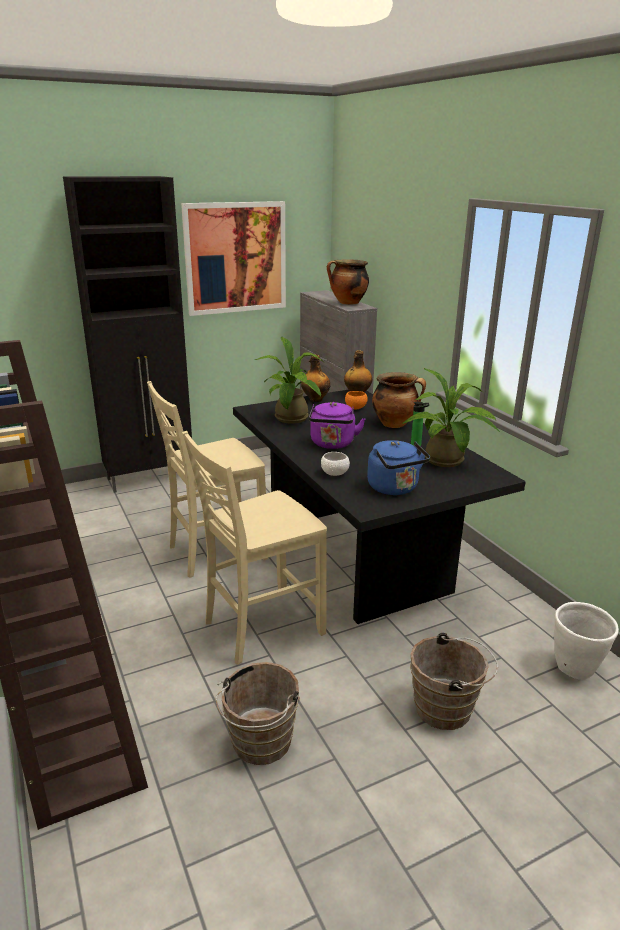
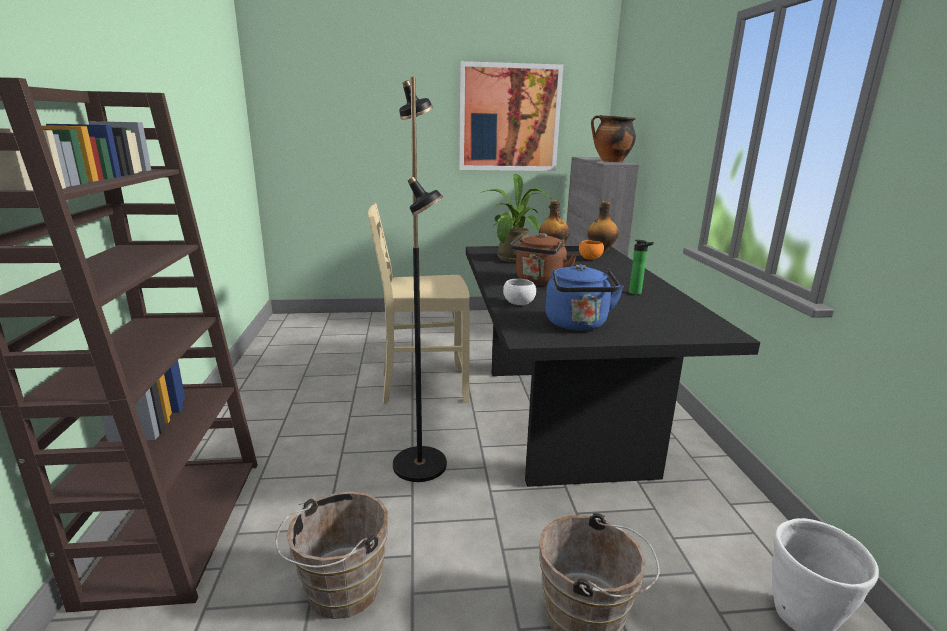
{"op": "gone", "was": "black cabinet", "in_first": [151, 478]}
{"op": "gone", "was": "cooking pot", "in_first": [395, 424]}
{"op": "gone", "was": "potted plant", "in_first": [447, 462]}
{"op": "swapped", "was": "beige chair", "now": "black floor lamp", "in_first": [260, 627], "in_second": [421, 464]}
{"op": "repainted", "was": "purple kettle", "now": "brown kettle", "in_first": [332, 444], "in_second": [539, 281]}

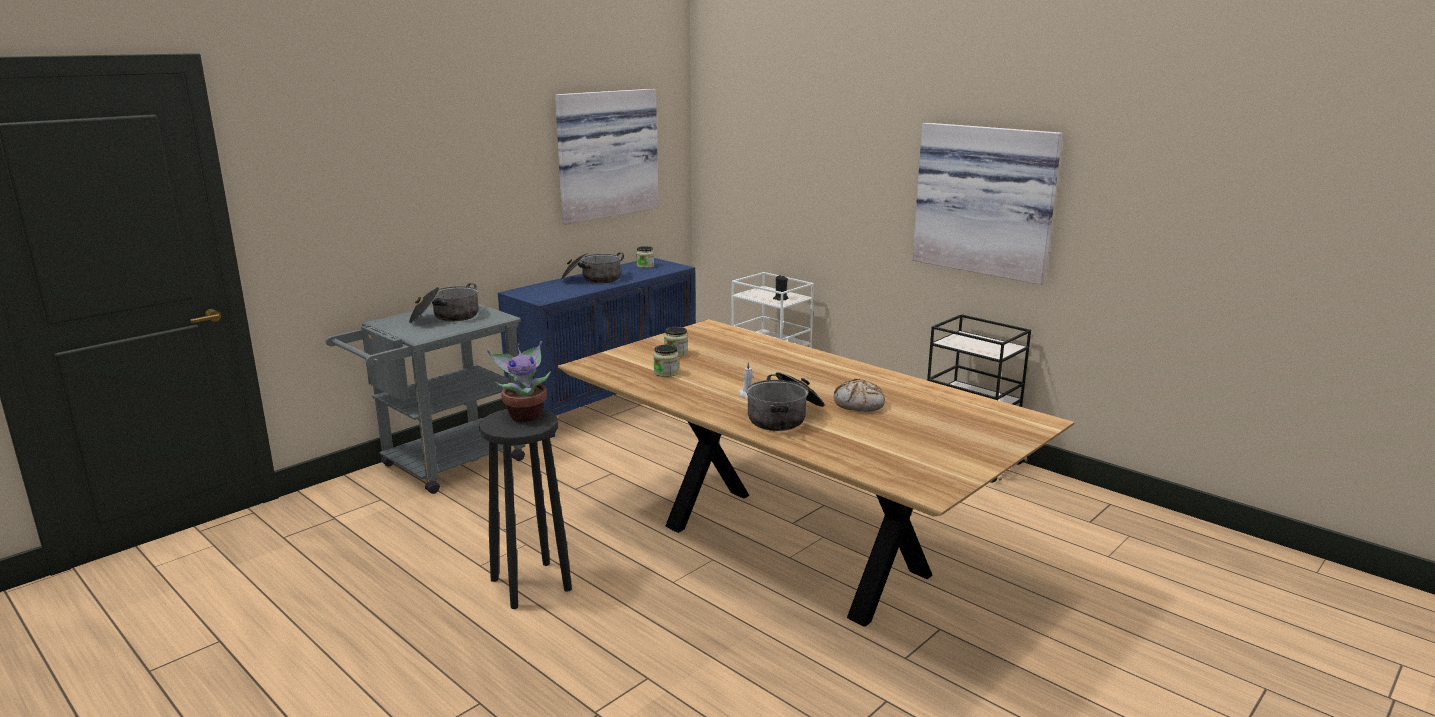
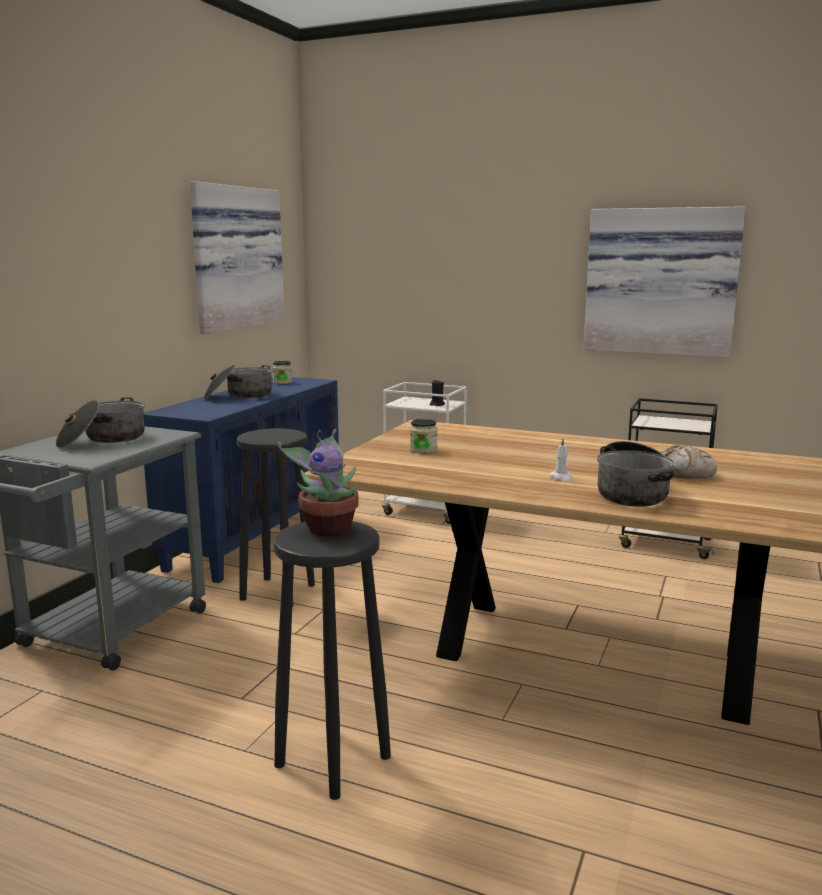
{"op": "gone", "was": "jar", "in_first": [666, 373]}
{"op": "new", "now": "black stool", "in_second": [278, 591]}

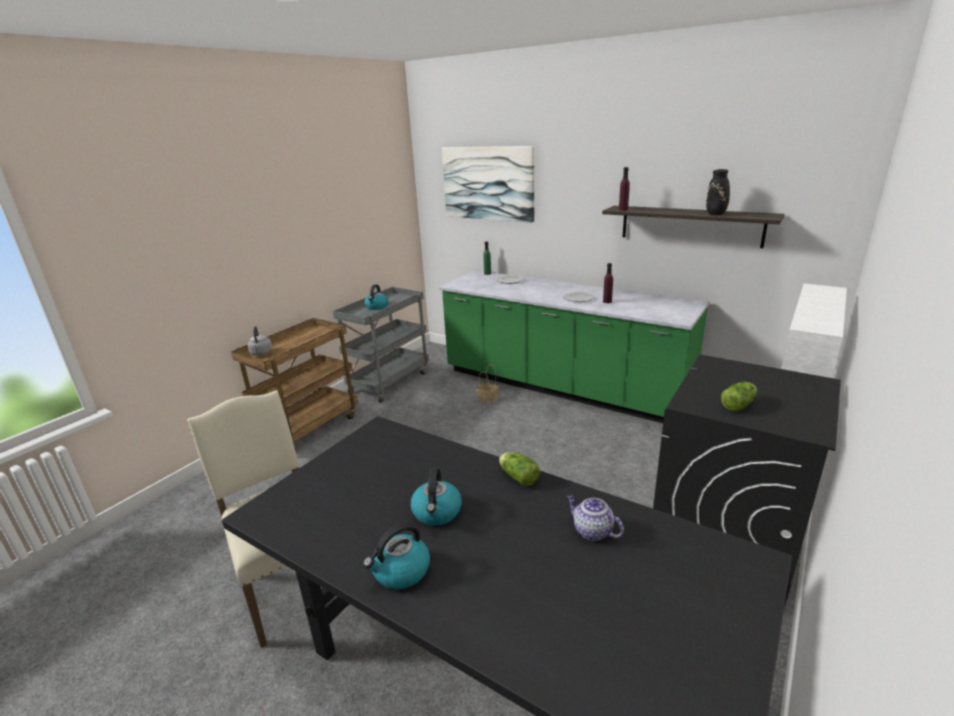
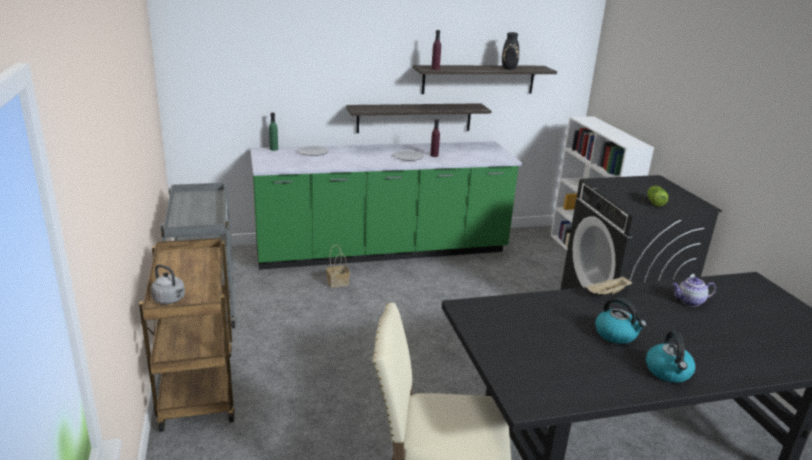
{"op": "gone", "was": "kettle", "in_first": [377, 307]}
{"op": "gone", "was": "picture", "in_first": [488, 183]}
{"op": "new", "now": "shelf", "in_second": [414, 118]}
{"op": "swapped", "was": "lettuce", "now": "beige tray", "in_first": [517, 476], "in_second": [607, 293]}

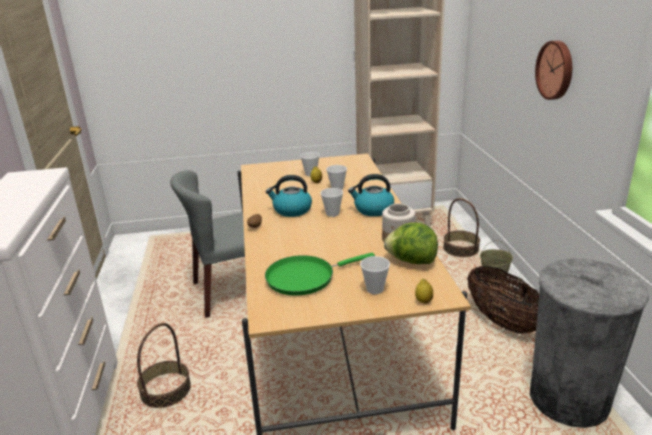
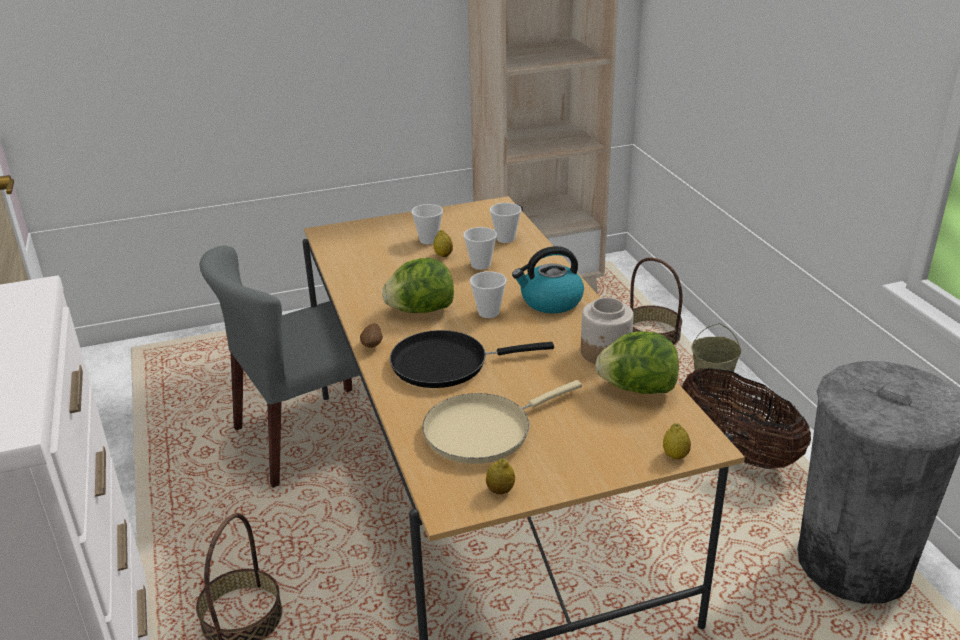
{"op": "gone", "was": "wall clock", "in_first": [556, 70]}
{"op": "new", "now": "black frying pan", "in_second": [446, 364]}
{"op": "new", "now": "lemon", "in_second": [500, 490]}
{"op": "shifted", "was": "cup", "in_first": [375, 289], "in_second": [505, 239]}
{"op": "swapped", "was": "kettle", "now": "lettuce", "in_first": [291, 210], "in_second": [421, 310]}
{"op": "repainted", "was": "green frying pan", "now": "beige frying pan", "in_first": [305, 278], "in_second": [484, 431]}

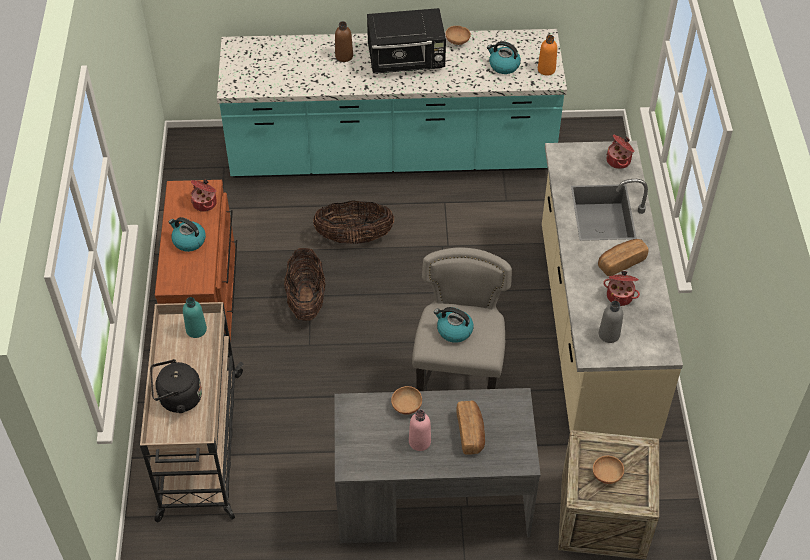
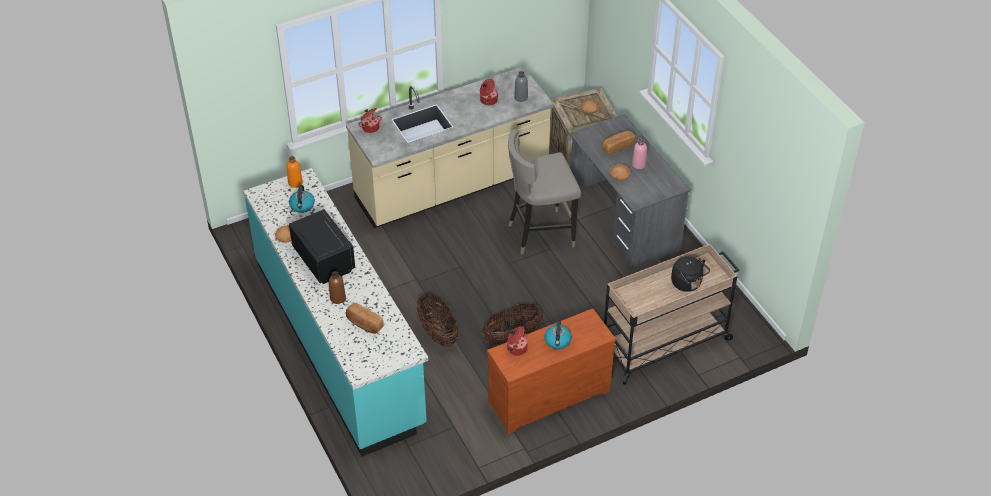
{"op": "gone", "was": "turquoise bottle", "in_first": [196, 330]}
{"op": "gone", "was": "kettle", "in_first": [454, 330]}
{"op": "shifted", "was": "bread", "in_first": [621, 262], "in_second": [364, 324]}

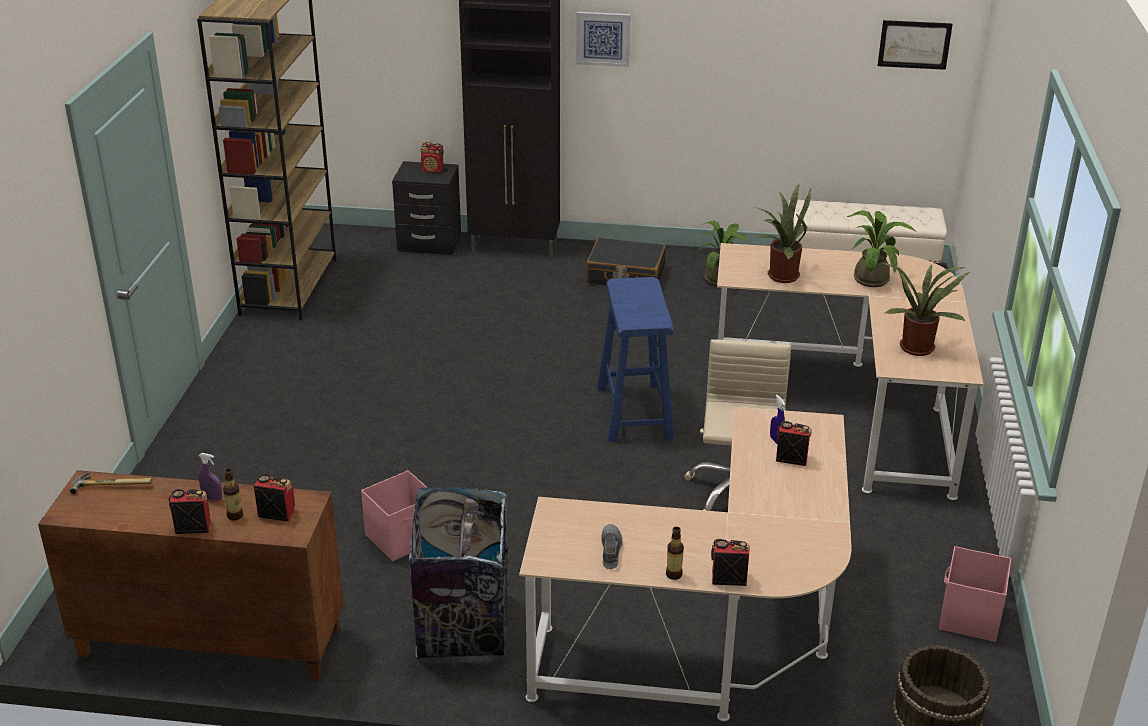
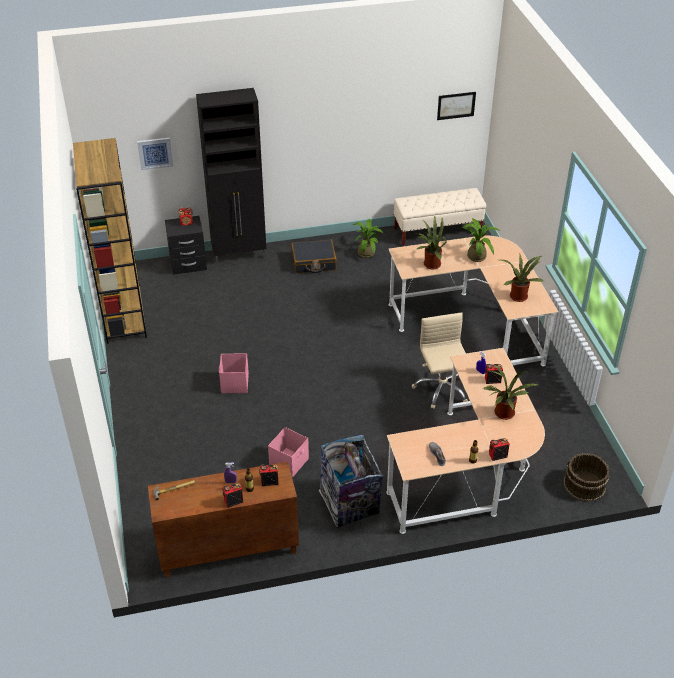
{"op": "gone", "was": "blue stool", "in_first": [634, 412]}
{"op": "new", "now": "potted plant", "in_second": [503, 415]}
{"op": "shifted", "was": "picture", "in_first": [603, 38], "in_second": [155, 153]}
{"op": "shifted", "was": "pink storage box", "in_first": [969, 617], "in_second": [234, 384]}

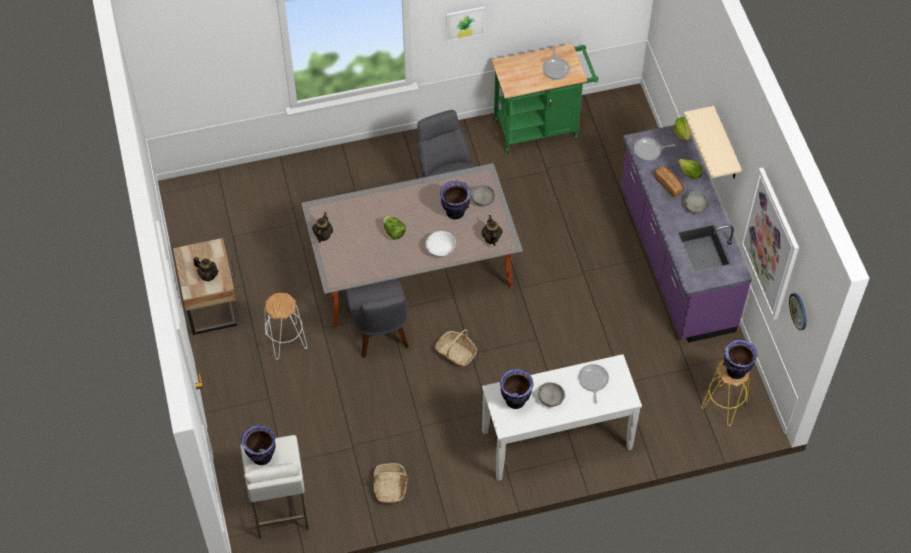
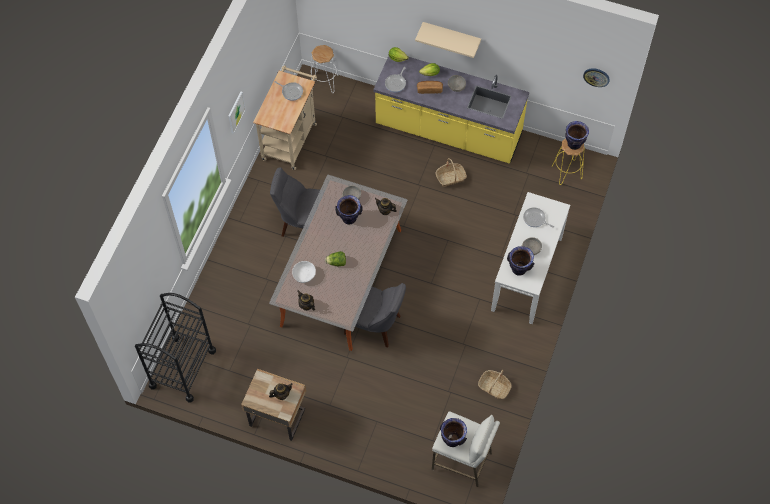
{"op": "gone", "was": "picture", "in_first": [770, 244]}
{"op": "new", "now": "black cart", "in_second": [182, 368]}
{"op": "shifted", "was": "white stool", "in_first": [286, 341], "in_second": [324, 82]}
{"op": "shifted", "was": "white bowl", "in_first": [441, 249], "in_second": [304, 275]}
{"op": "shifted", "was": "basket", "in_first": [456, 353], "in_second": [450, 177]}
{"op": "repainted", "was": "green cart", "now": "beige cart", "in_first": [541, 127], "in_second": [290, 138]}
{"op": "repainted", "was": "purple counter", "now": "yellow counter", "in_first": [674, 260], "in_second": [448, 131]}

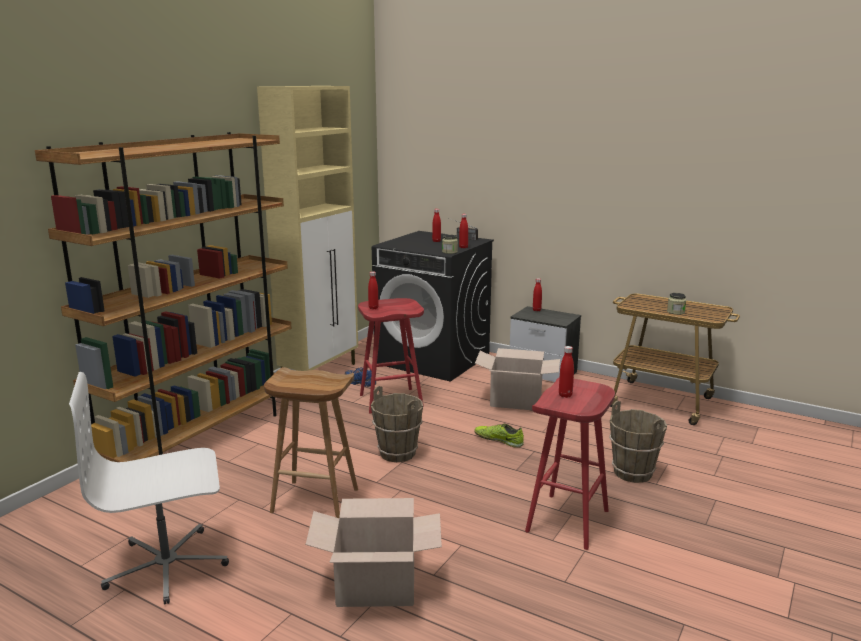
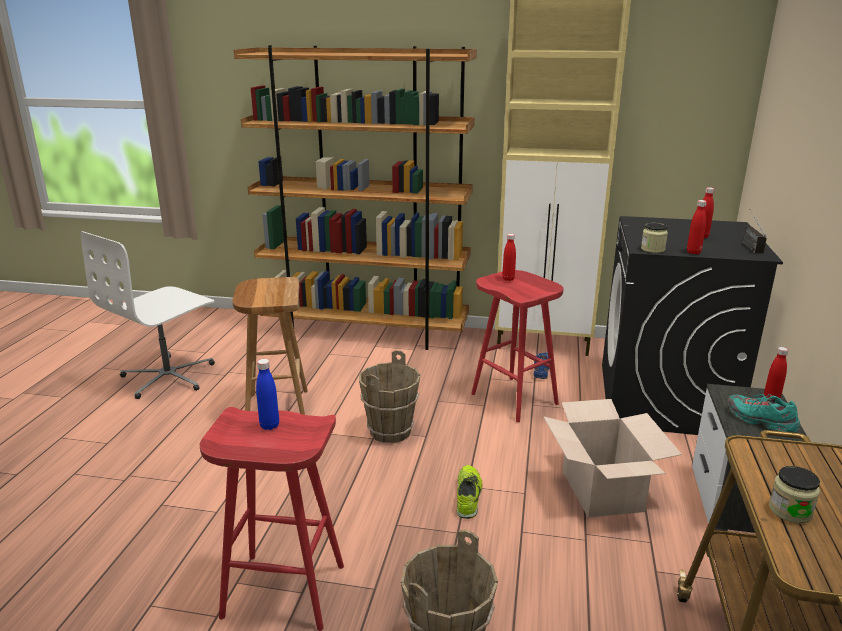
{"op": "gone", "was": "cardboard box", "in_first": [376, 587]}
{"op": "new", "now": "turquoise shoe", "in_second": [760, 421]}
{"op": "repainted", "was": "red bottle", "now": "blue bottle", "in_first": [565, 395], "in_second": [269, 425]}
{"op": "rotated", "was": "white office chair", "in_first": [167, 566], "in_second": [169, 377], "clockwise": -105}

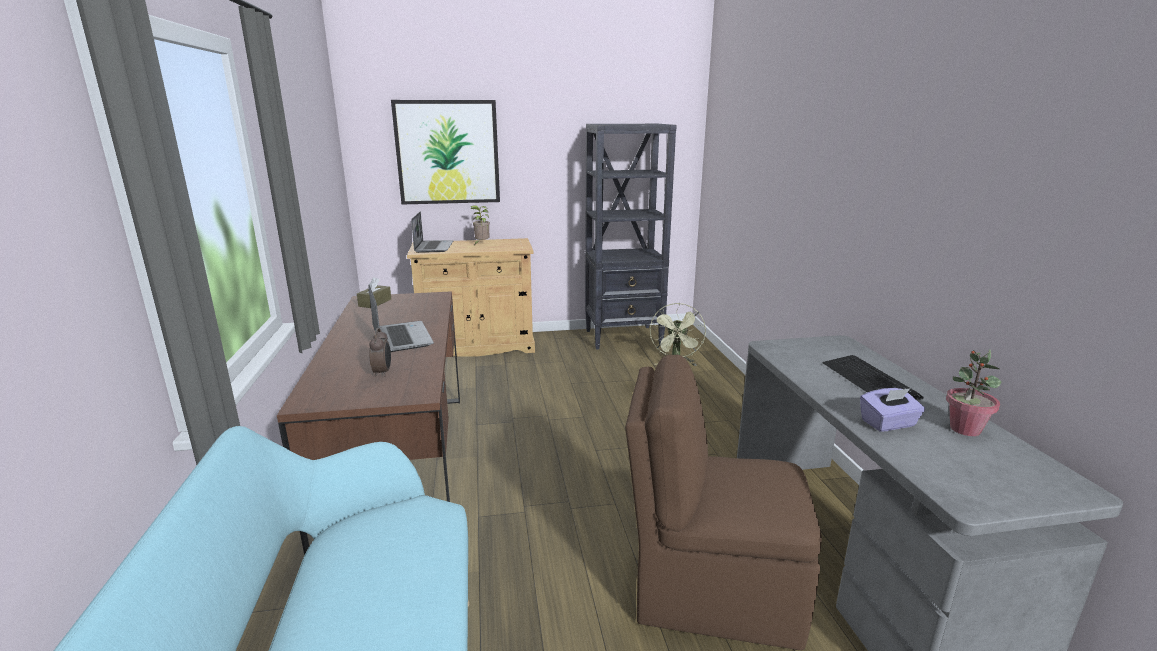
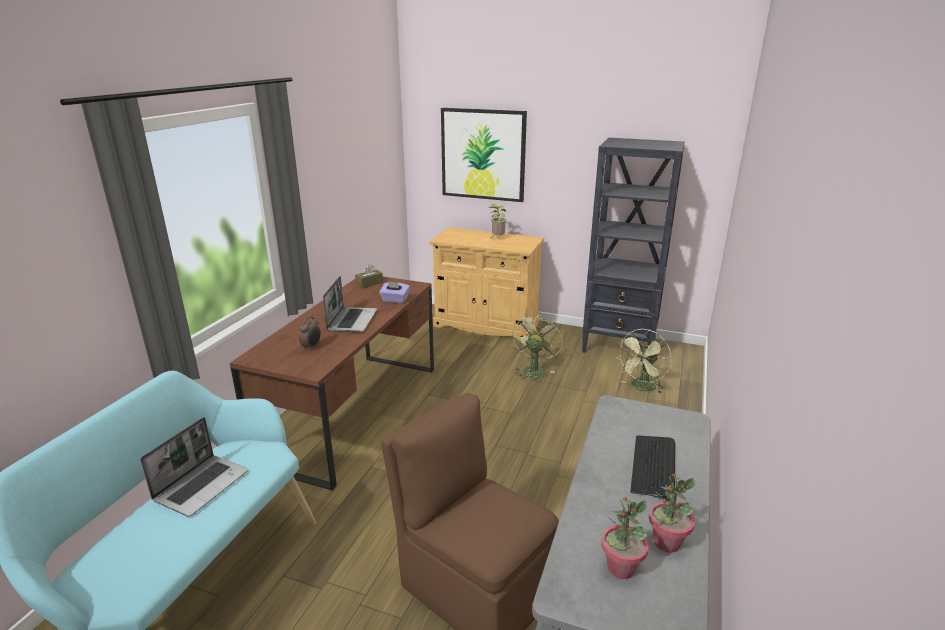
{"op": "new", "now": "green fan", "in_second": [534, 370]}
{"op": "new", "now": "potted plant", "in_second": [620, 568]}
{"op": "shifted", "was": "laptop", "in_first": [433, 247], "in_second": [202, 485]}
{"op": "shifted", "was": "purple tissue box", "in_first": [888, 424], "in_second": [395, 300]}

